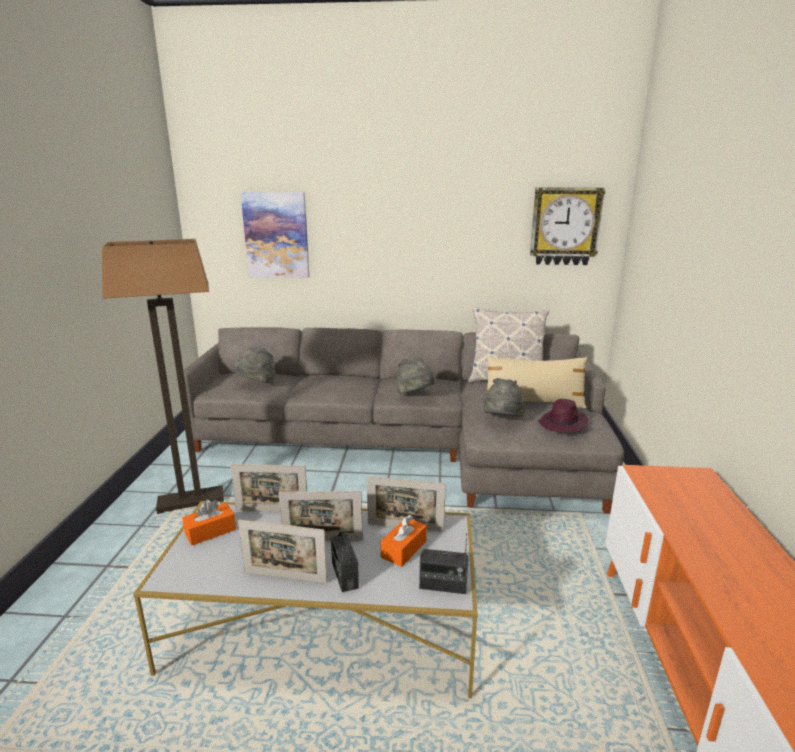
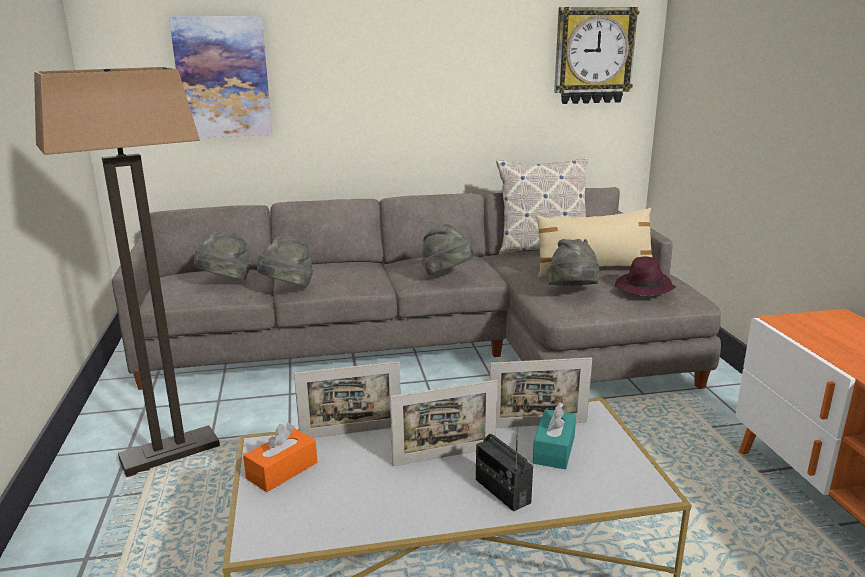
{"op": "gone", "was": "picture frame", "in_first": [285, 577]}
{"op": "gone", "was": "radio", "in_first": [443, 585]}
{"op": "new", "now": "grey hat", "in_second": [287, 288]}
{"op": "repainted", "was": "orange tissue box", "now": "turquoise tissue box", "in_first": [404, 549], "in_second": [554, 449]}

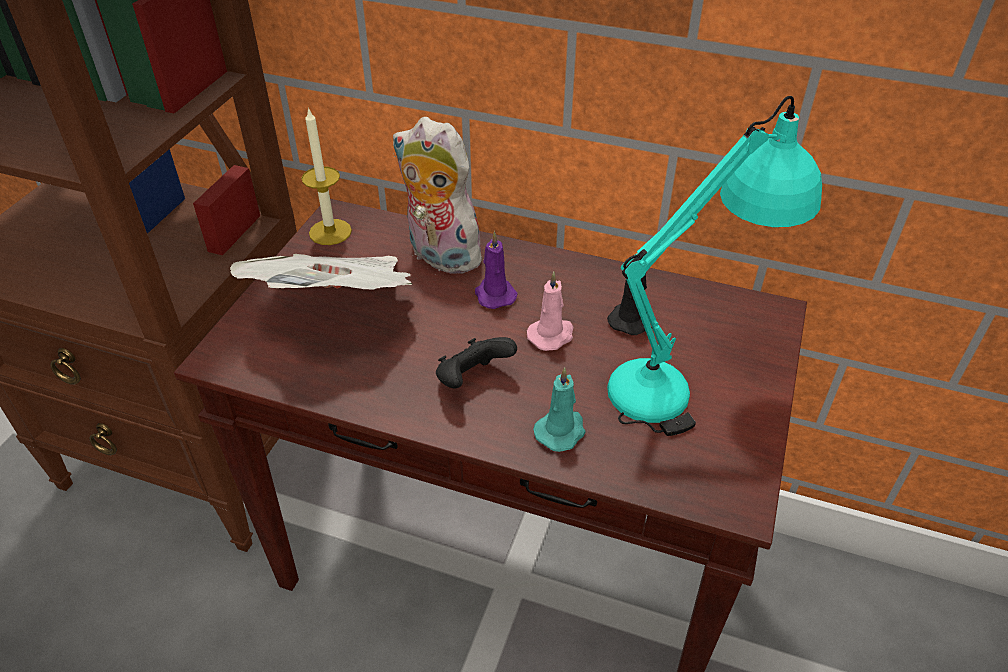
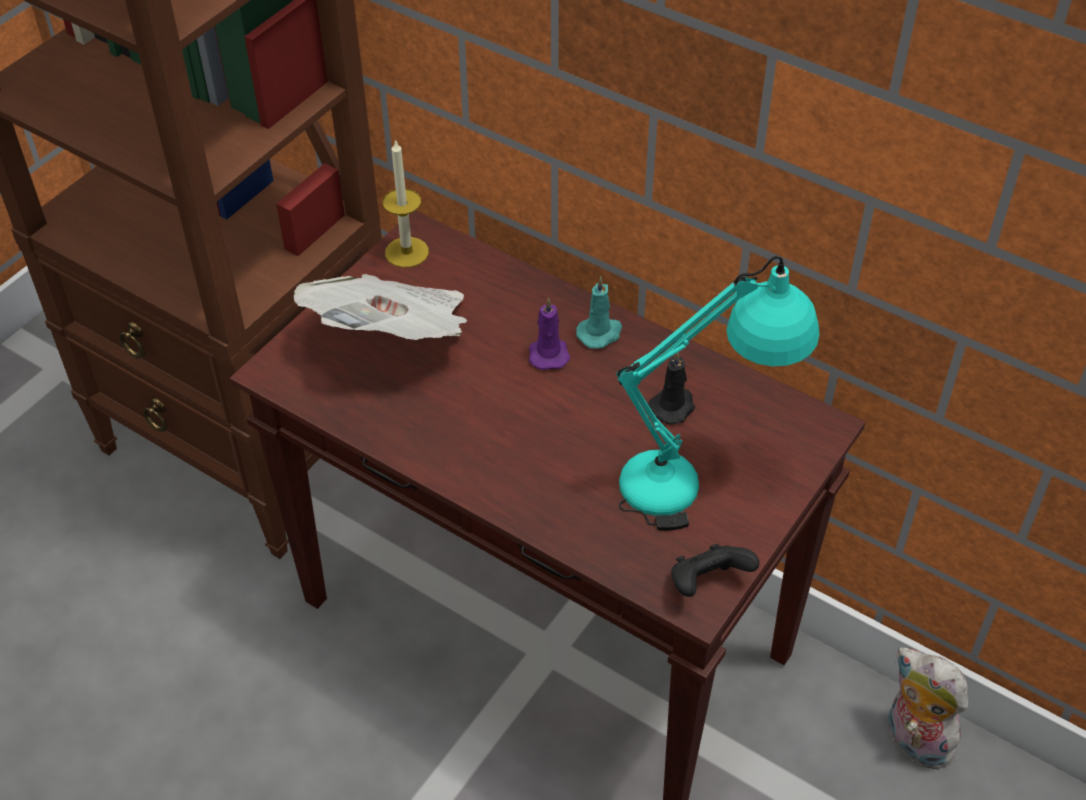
{"op": "gone", "was": "pink candle", "in_first": [552, 335]}
{"op": "shifted", "was": "plush toy", "in_first": [439, 256], "in_second": [913, 741]}
{"op": "shifted", "was": "black game controller", "in_first": [472, 380], "in_second": [707, 584]}
{"op": "shifted", "was": "turquoise candle", "in_first": [561, 431], "in_second": [600, 333]}

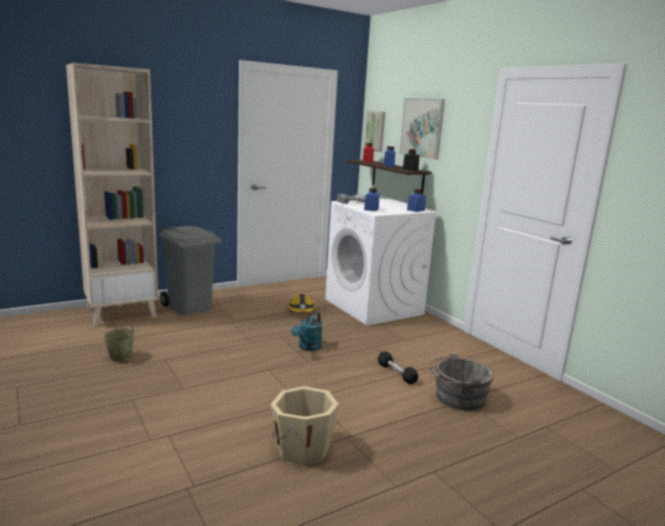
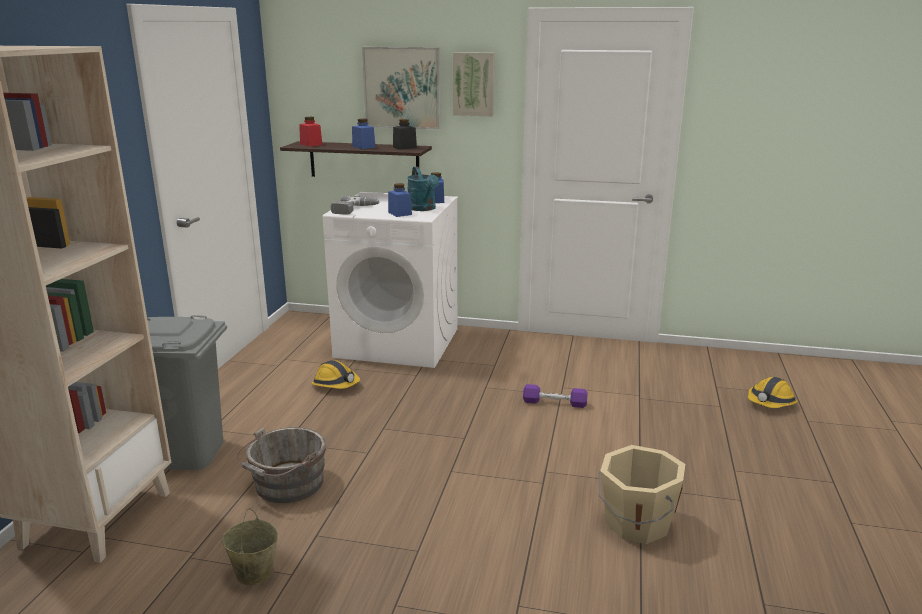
{"op": "new", "now": "hard hat", "in_second": [770, 403]}
{"op": "shifted", "was": "turquoise watering can", "in_first": [308, 347], "in_second": [423, 209]}
{"op": "shifted", "was": "picture", "in_first": [376, 131], "in_second": [474, 84]}
{"op": "shifted", "was": "grey bucket", "in_first": [457, 397], "in_second": [286, 485]}
{"op": "repainted", "was": "black dumbbell", "now": "purple dumbbell", "in_first": [396, 373], "in_second": [554, 403]}

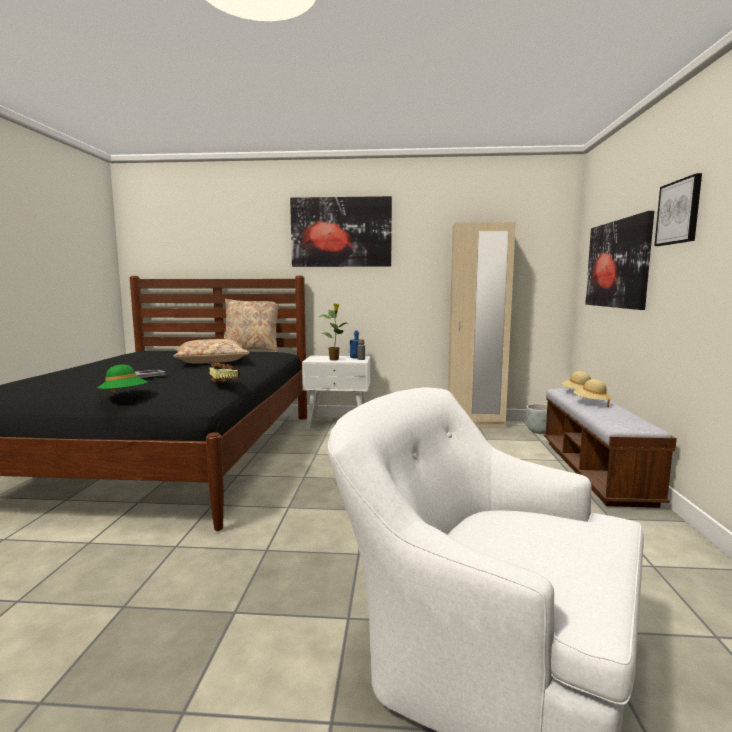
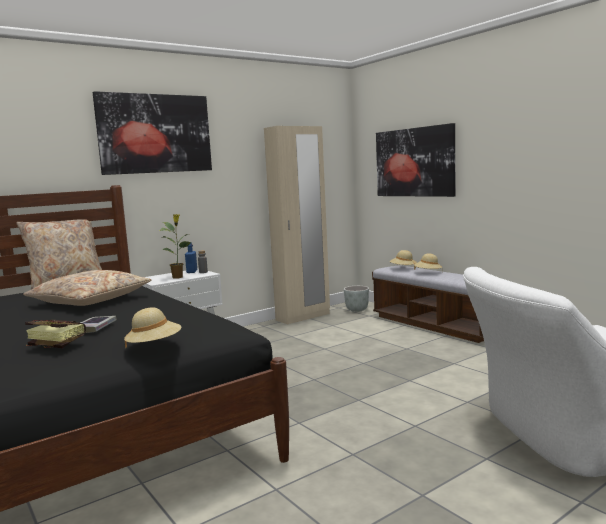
{"op": "gone", "was": "picture", "in_first": [679, 212]}
{"op": "shifted", "was": "book", "in_first": [223, 382], "in_second": [53, 345]}
{"op": "repainted", "was": "green hat", "now": "beige hat", "in_first": [124, 396], "in_second": [154, 346]}

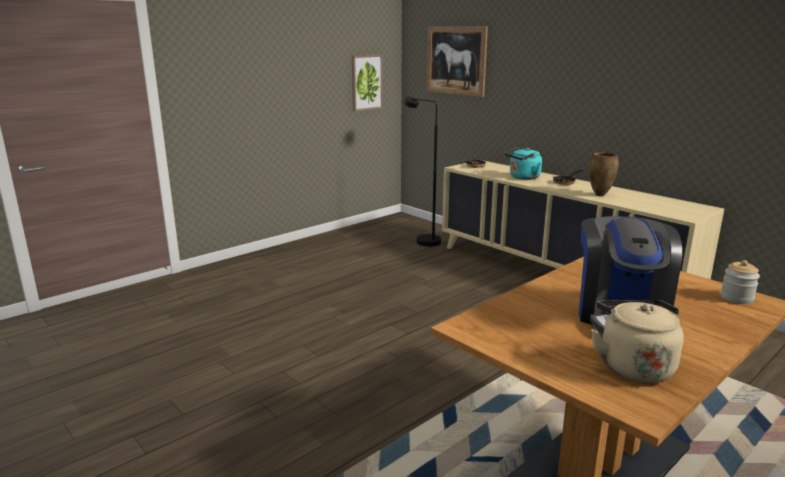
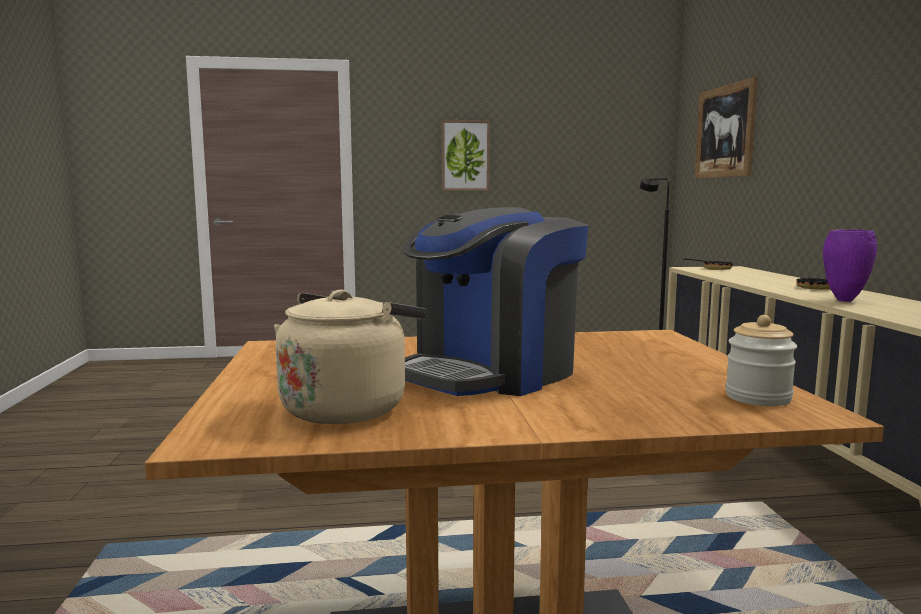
{"op": "gone", "was": "turquoise kettle", "in_first": [523, 177]}
{"op": "shifted", "was": "picture", "in_first": [366, 82], "in_second": [465, 155]}
{"op": "repainted", "was": "brown vase", "now": "purple vase", "in_first": [599, 195], "in_second": [843, 301]}

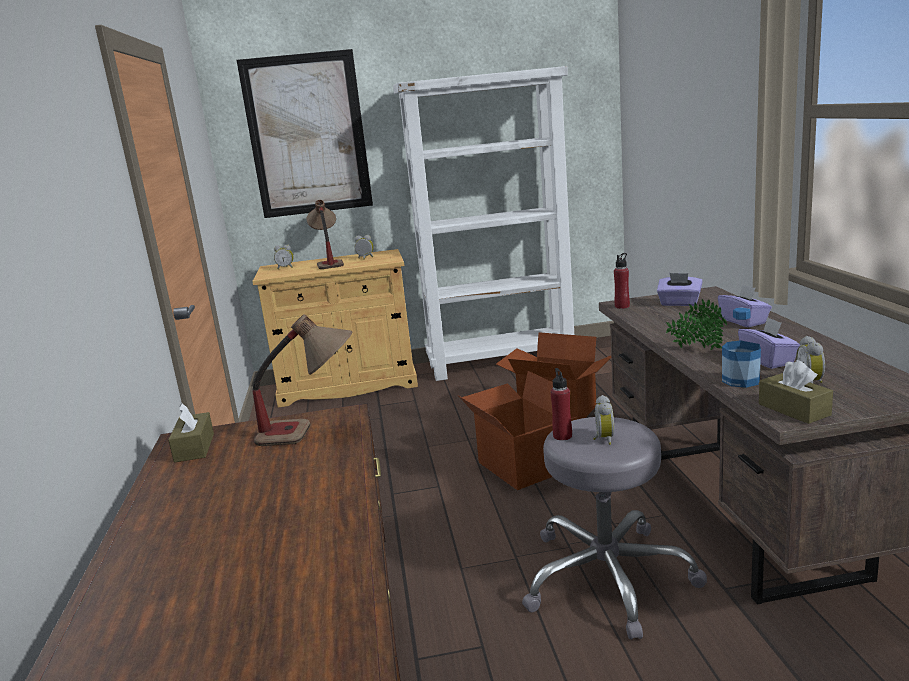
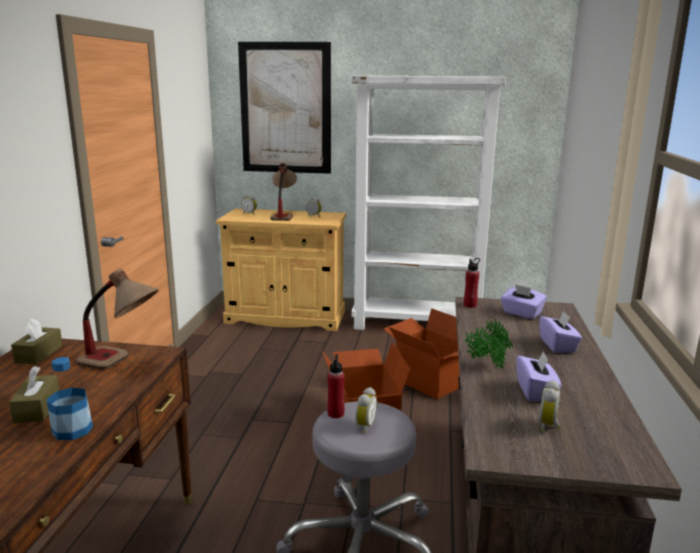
{"op": "shifted", "was": "bottle", "in_first": [740, 380], "in_second": [72, 430]}
{"op": "shifted", "was": "brown tissue box", "in_first": [794, 409], "in_second": [37, 408]}

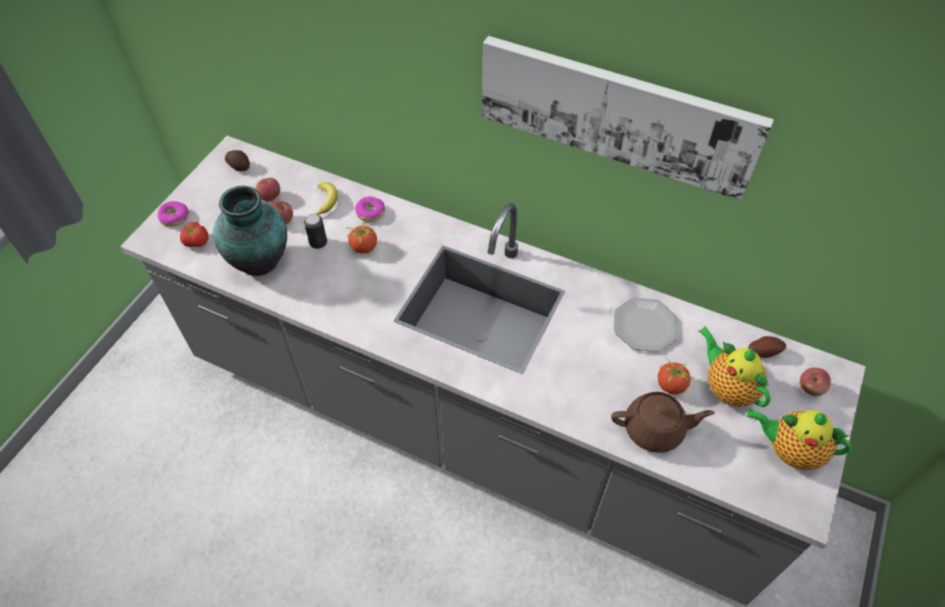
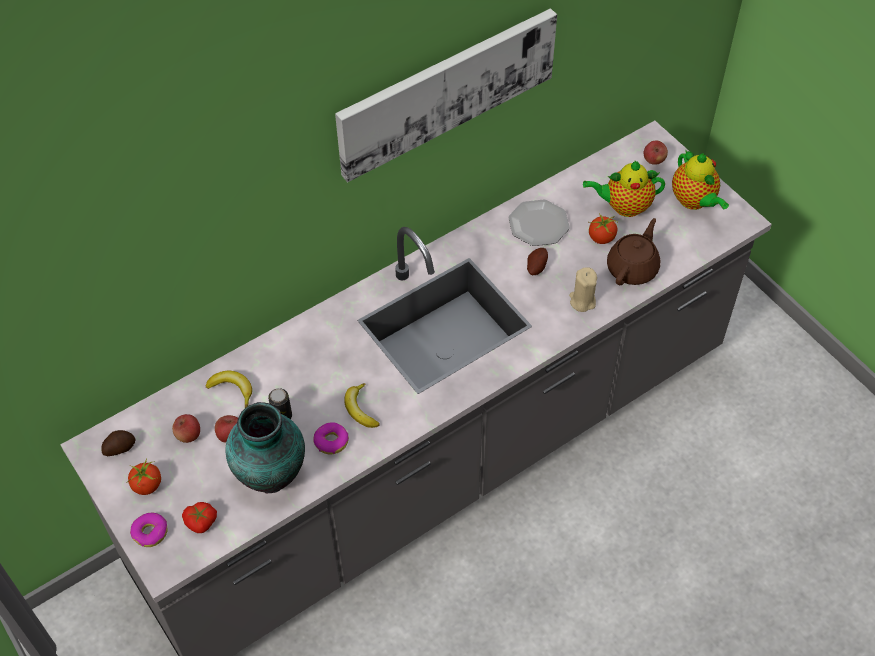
{"op": "new", "now": "banana", "in_second": [360, 409]}
{"op": "new", "now": "beige candle", "in_second": [582, 301]}
{"op": "shifted", "was": "tomato", "in_first": [363, 247], "in_second": [147, 486]}
{"op": "shifted", "was": "donut", "in_first": [370, 212], "in_second": [331, 441]}
{"op": "shifted", "was": "potato", "in_first": [763, 351], "in_second": [536, 267]}
{"op": "rotated", "was": "teapot", "in_first": [789, 450], "in_second": [694, 201], "clockwise": -75}

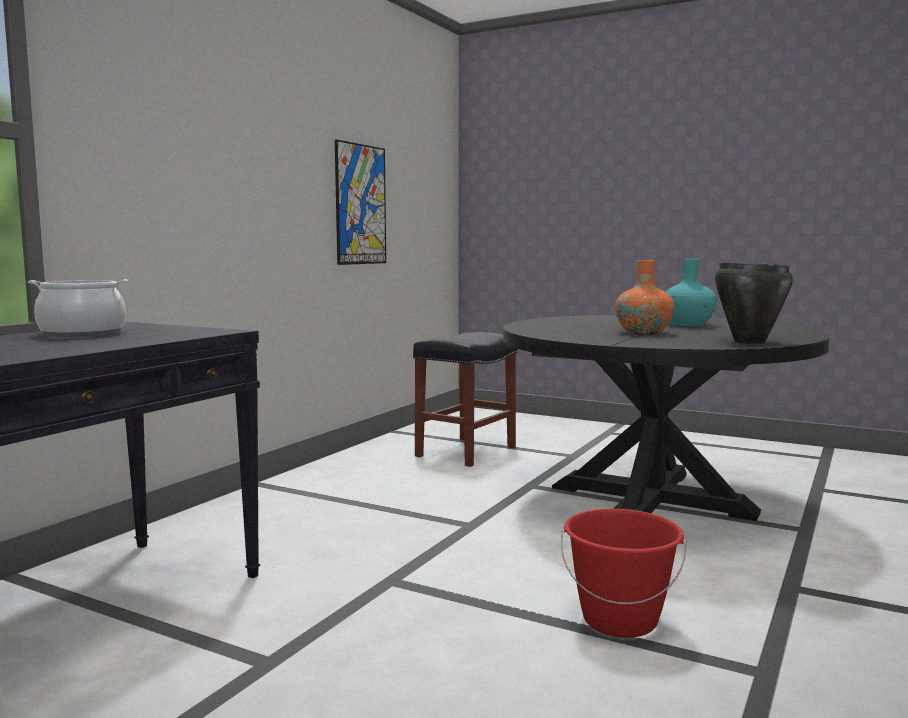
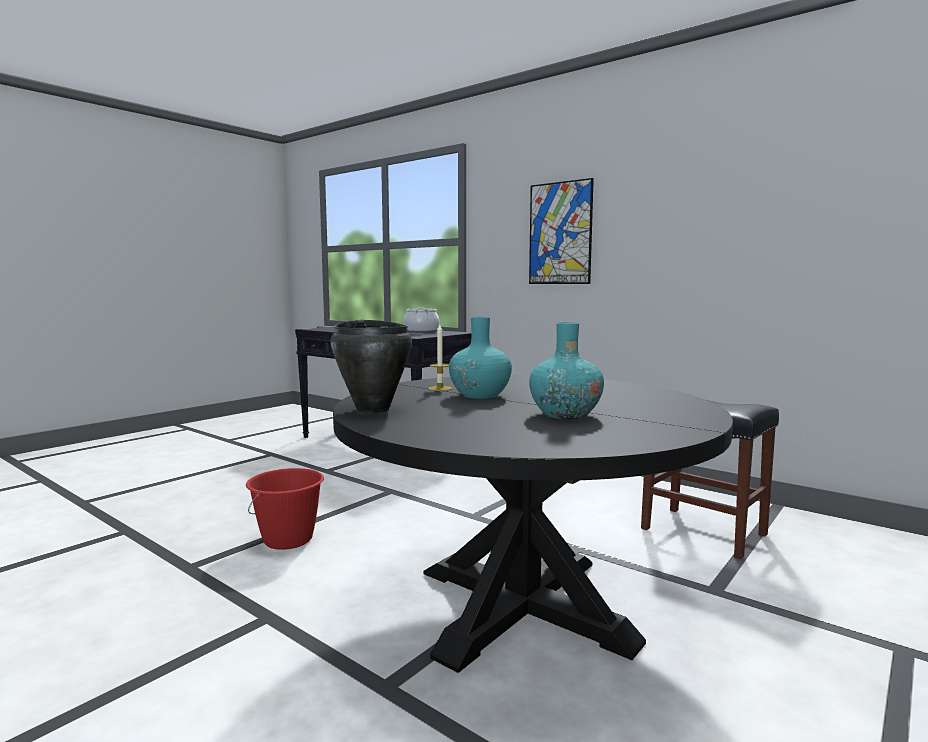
{"op": "new", "now": "candle", "in_second": [440, 388]}
{"op": "shifted", "was": "picture", "in_first": [360, 204], "in_second": [560, 233]}
{"op": "repainted", "was": "orange vase", "now": "turquoise vase", "in_first": [643, 332], "in_second": [480, 395]}

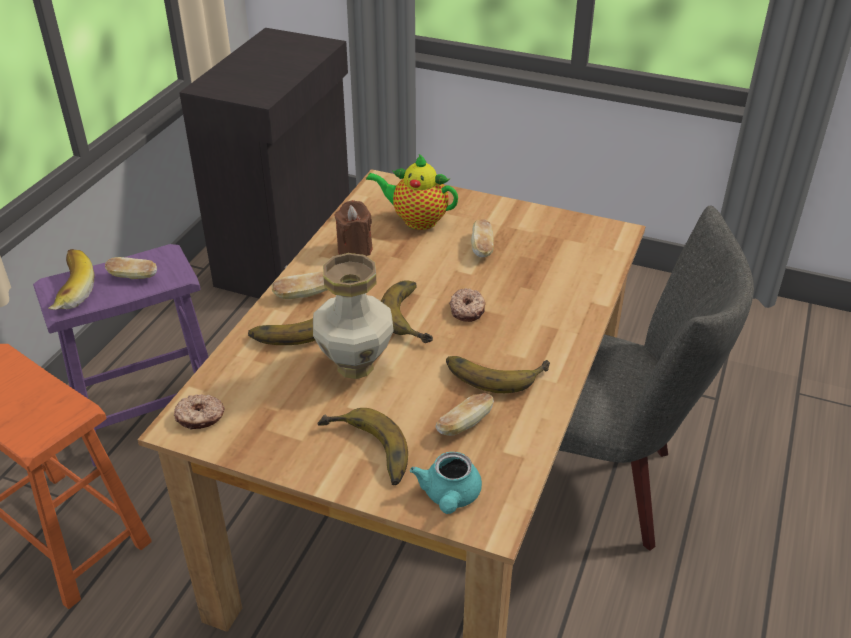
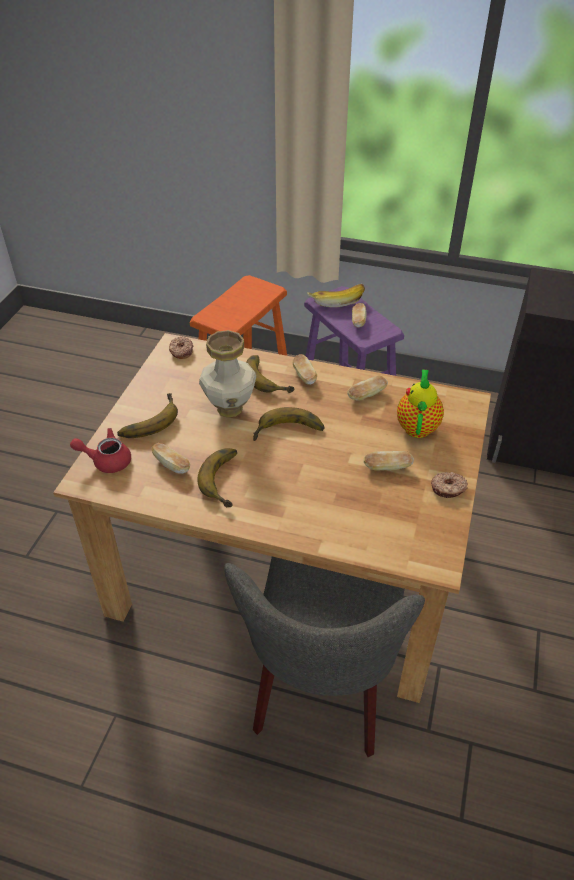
{"op": "shifted", "was": "donut", "in_first": [468, 310], "in_second": [448, 489]}
{"op": "swapped", "was": "brown candle", "now": "bread", "in_first": [355, 249], "in_second": [367, 395]}
{"op": "repainted", "was": "turquoise teapot", "now": "red teapot", "in_first": [449, 497], "in_second": [107, 460]}

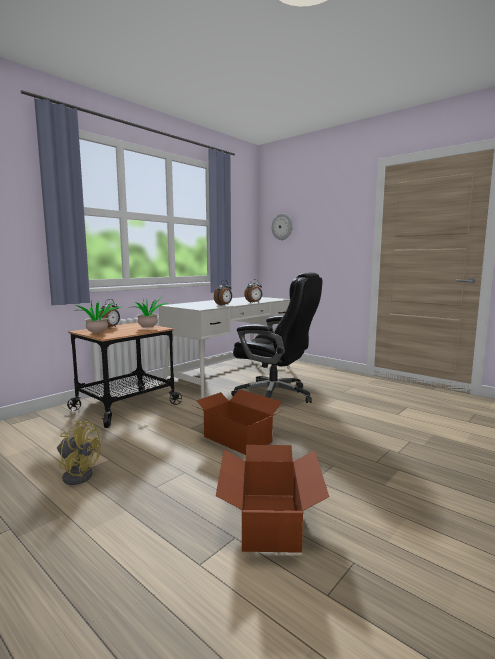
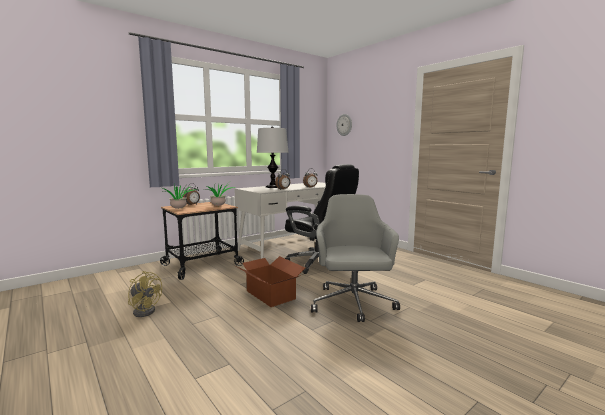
{"op": "gone", "was": "cardboard box", "in_first": [269, 521]}
{"op": "new", "now": "table lamp", "in_second": [272, 187]}
{"op": "new", "now": "grey office chair", "in_second": [353, 304]}

